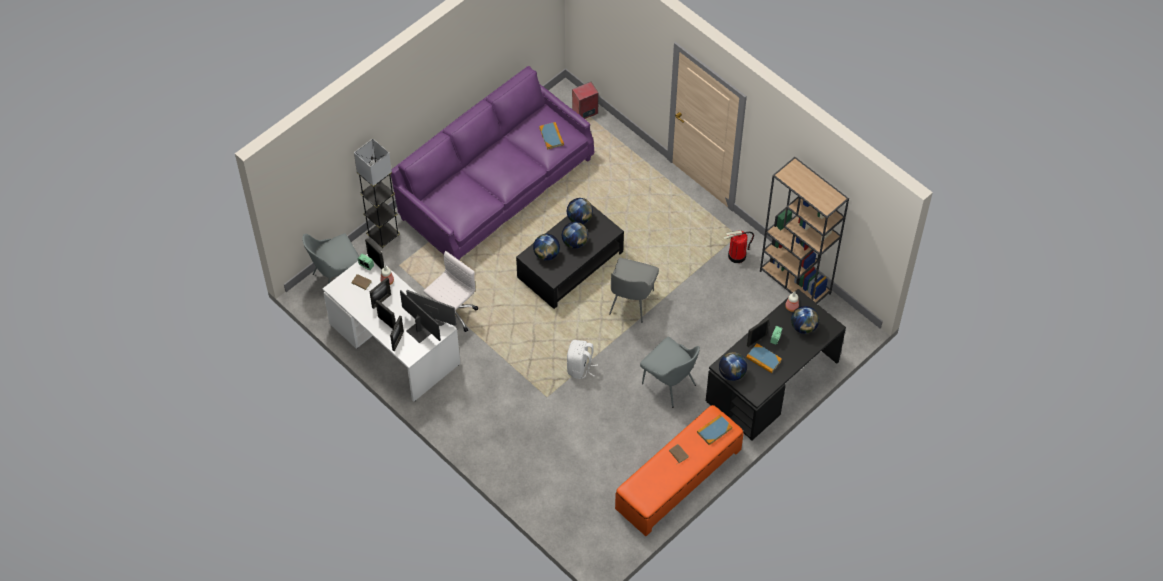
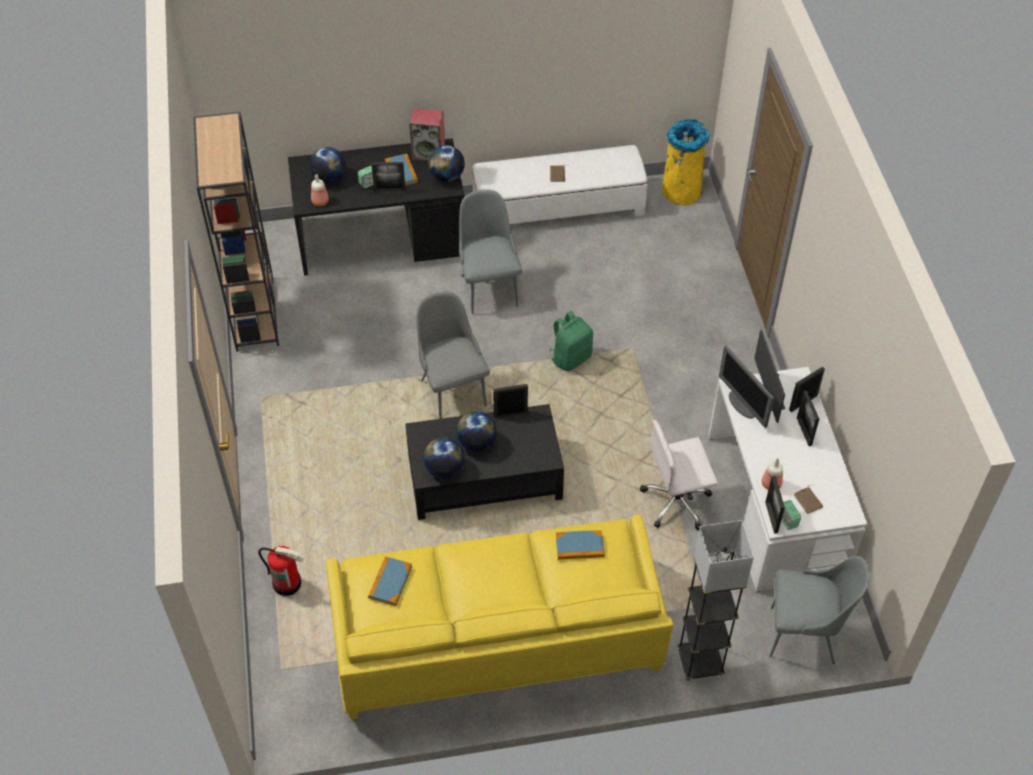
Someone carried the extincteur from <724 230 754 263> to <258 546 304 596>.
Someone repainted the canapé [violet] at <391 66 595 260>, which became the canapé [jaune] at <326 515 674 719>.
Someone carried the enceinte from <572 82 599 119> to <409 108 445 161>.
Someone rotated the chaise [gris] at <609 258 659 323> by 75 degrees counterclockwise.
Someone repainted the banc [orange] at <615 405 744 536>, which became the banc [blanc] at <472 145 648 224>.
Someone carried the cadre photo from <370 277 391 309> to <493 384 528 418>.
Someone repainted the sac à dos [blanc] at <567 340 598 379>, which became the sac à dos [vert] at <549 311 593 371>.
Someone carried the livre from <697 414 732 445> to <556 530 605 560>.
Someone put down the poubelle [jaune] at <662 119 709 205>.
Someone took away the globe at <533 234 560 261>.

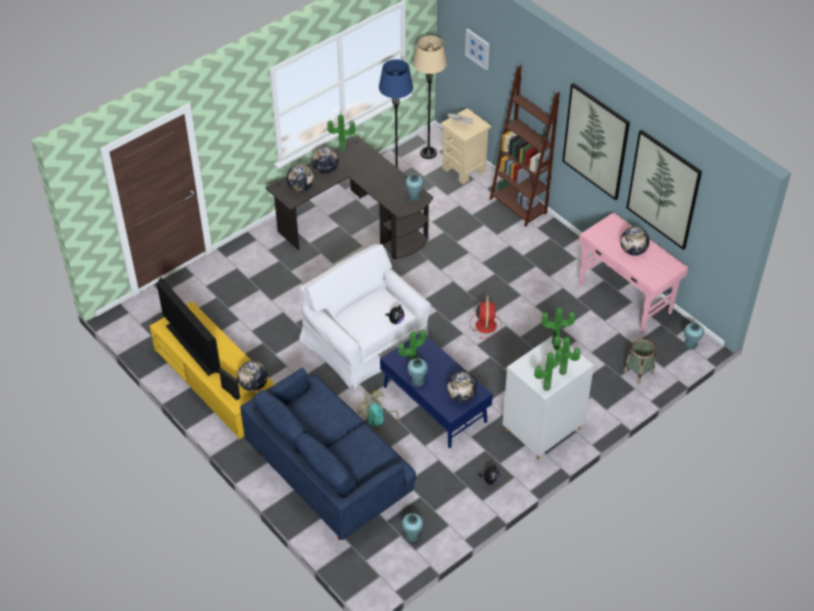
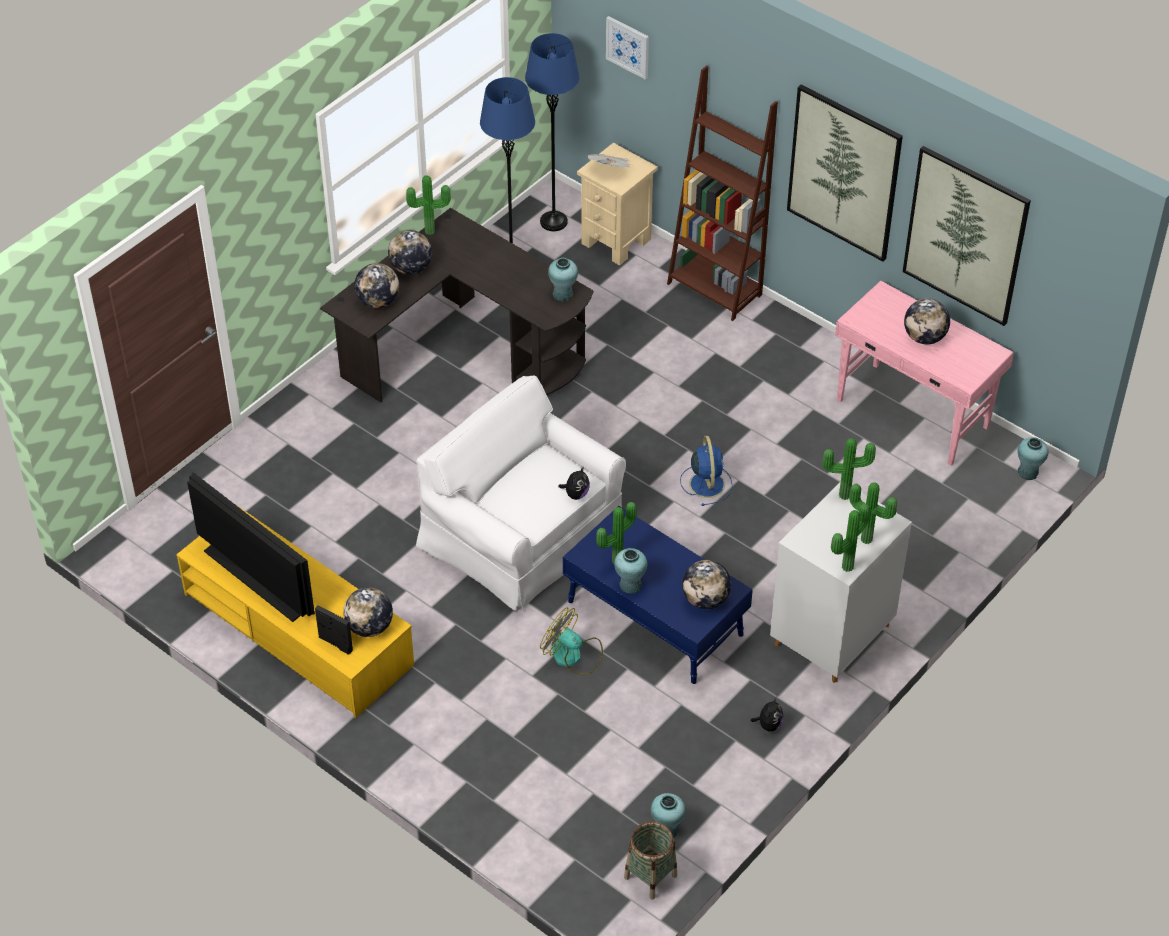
Someone repainted the lampadaire [beige] at <413 36 447 159>, which became the lampadaire [bleu] at <525 33 580 231>.
Someone carried the panier from <624 339 656 384> to <624 822 677 900>.
Someone repainted the ventilateur [rouge] at <470 295 502 339>, which became the ventilateur [bleu] at <680 436 733 506>.
Someone took away the canapé [bleu] at <240 368 416 540>.

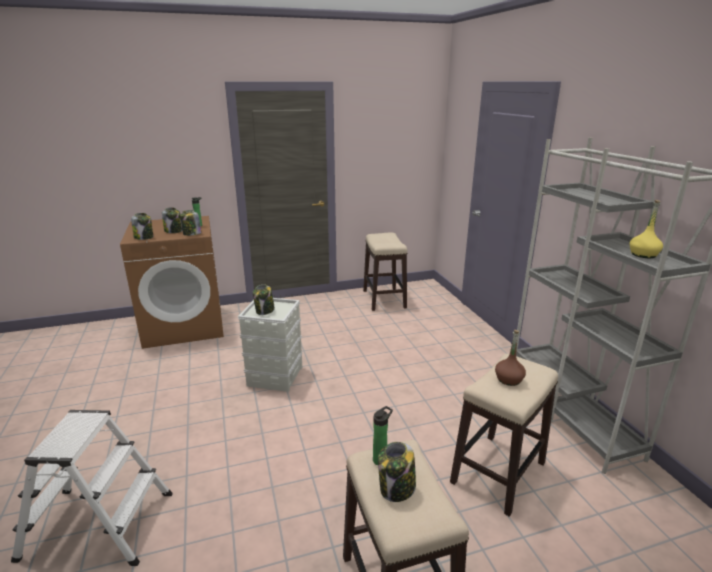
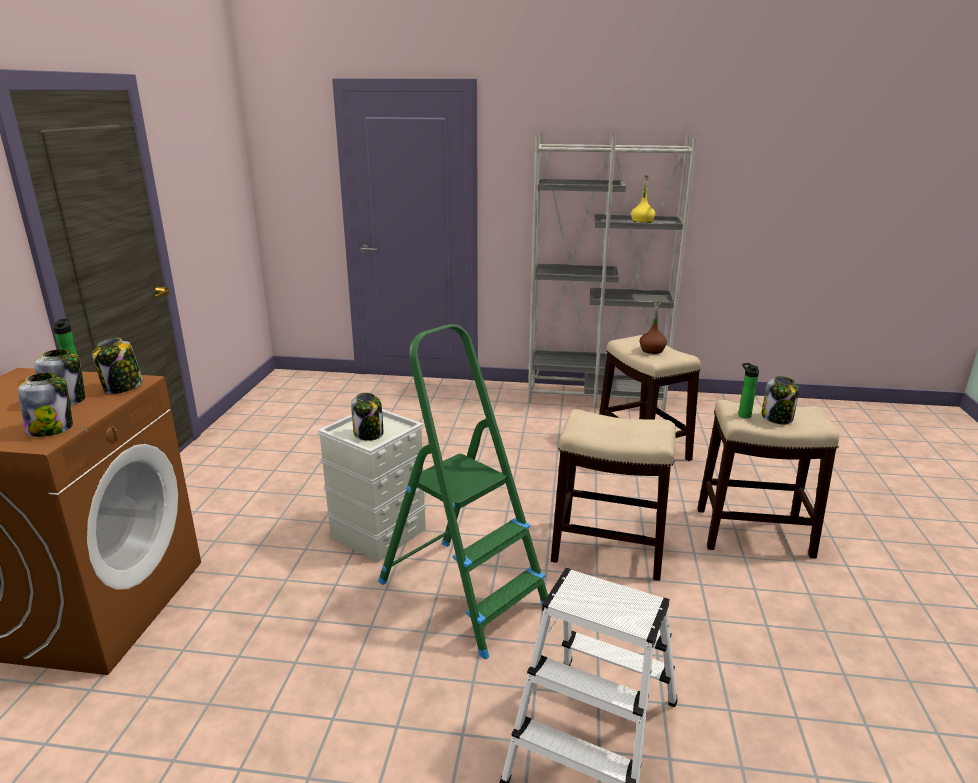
Someone put down the escabeau [vert] at <378 324 548 659>.
Someone carried the tabouret from <363 232 407 311> to <551 409 676 581>.

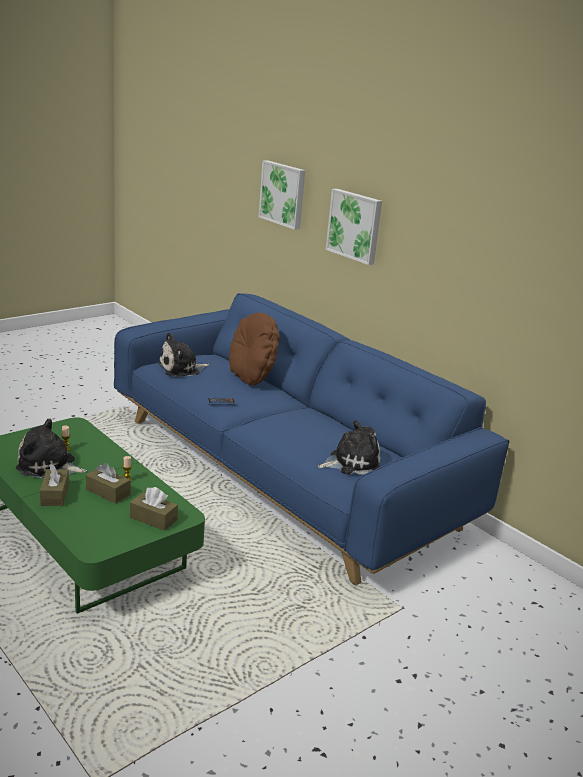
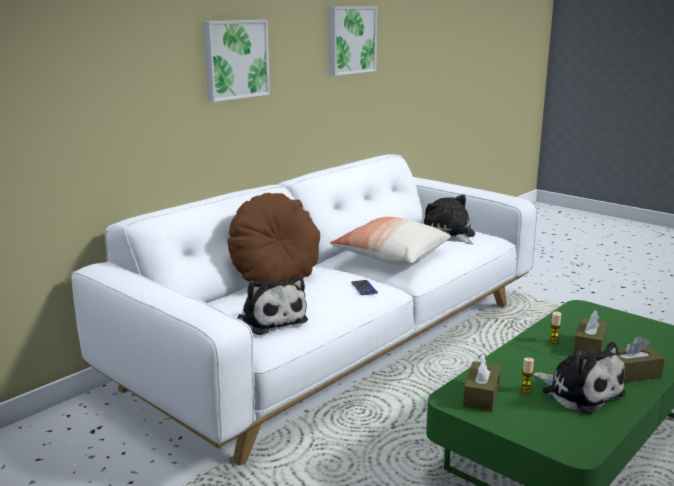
Someone repainted the canapé [bleu] at <114 293 509 585>, which became the canapé [blanc] at <71 154 537 466>.
Someone carried the tableau from <259 160 305 230> to <329 6 377 76>.
Someone put down the coussin at <330 217 451 265>.
Someone carried the boîte à mouchoirs [marron] from <130 487 178 531> to <463 354 500 412>.
Someone rotated the peluche at <16 419 87 478> by 45 degrees counterclockwise.

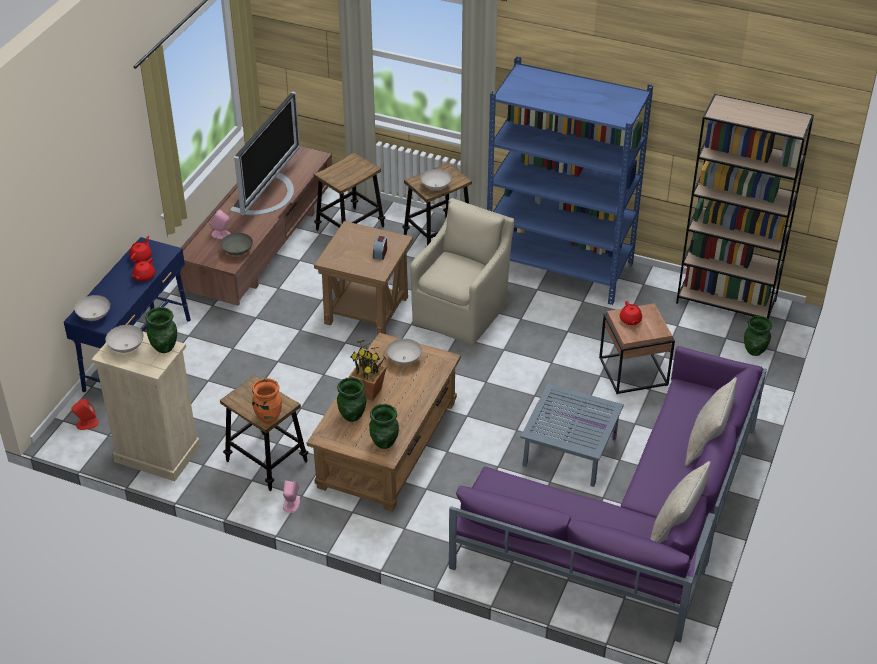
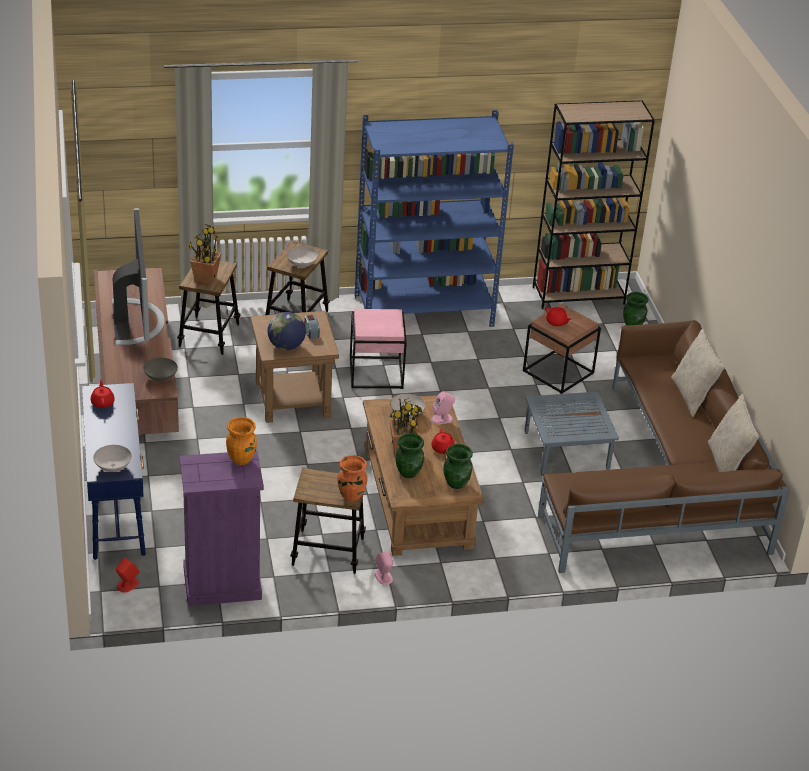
Someone repainted the commode [beige] at <91 332 201 481>, which became the commode [violet] at <179 450 264 606>.
Someone put down the plante en pot at <189 223 221 284>.
Someone repainted the vase [vert] at <145 307 177 353>, which became the vase [orange] at <226 417 257 465>.
Someone put down the globe at <268 312 306 350>.
Someone swapped the fauteuil [beige] at <410 198 514 345> for the table d'appoint [rose] at <350 309 407 389>.
Someone carried the enceinte [rose] from <210 209 231 239> to <431 392 455 424>.
Someone carried the théière [rouge] from <131 258 155 281> to <432 429 455 454>.
Someone repainted the canapé [violet] at <449 346 767 643>, which became the canapé [marron] at <525 320 790 573>.
Someone took away the bol [blanc] at <105 325 144 353>.

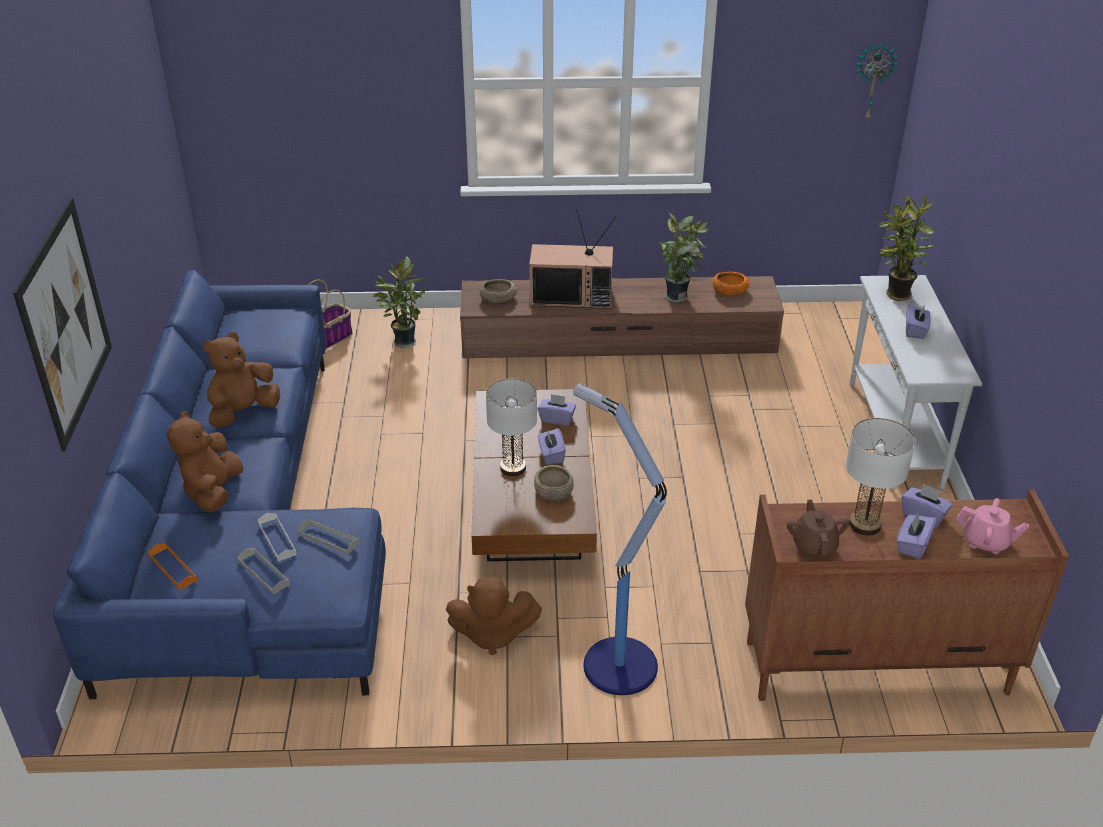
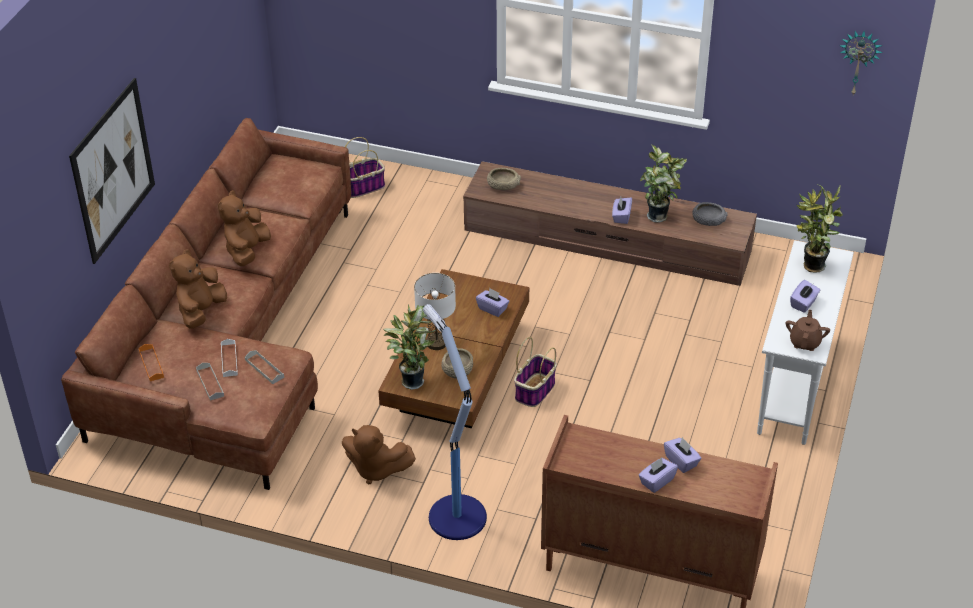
Someone repainted the canapé [bleu] at <53 270 386 699>, which became the canapé [marron] at <61 118 351 490>.
Someone rotated the peluche [marron] at <203 332 280 428> by 45 degrees counterclockwise.
Someone carried the plante en pot from <373 256 426 348> to <383 304 436 390>.
Someone put down the panier at <514 337 557 407>.
Someone carried the boîte à mouchoirs [violet] from <538 428 566 465> to <612 197 632 224>.
Someone repainted the bol [orange] at <712 272 750 295>, which became the bol [gris] at <693 202 728 226>.
Someone carried the théière [marron] from <787 499 850 558> to <786 310 830 351>.
Someone took away the téléviseur at <529 209 617 309>.
Someone took away the lampe de table at <846 418 915 536>.
Someone took away the théière [rose] at <956 498 1029 554>.

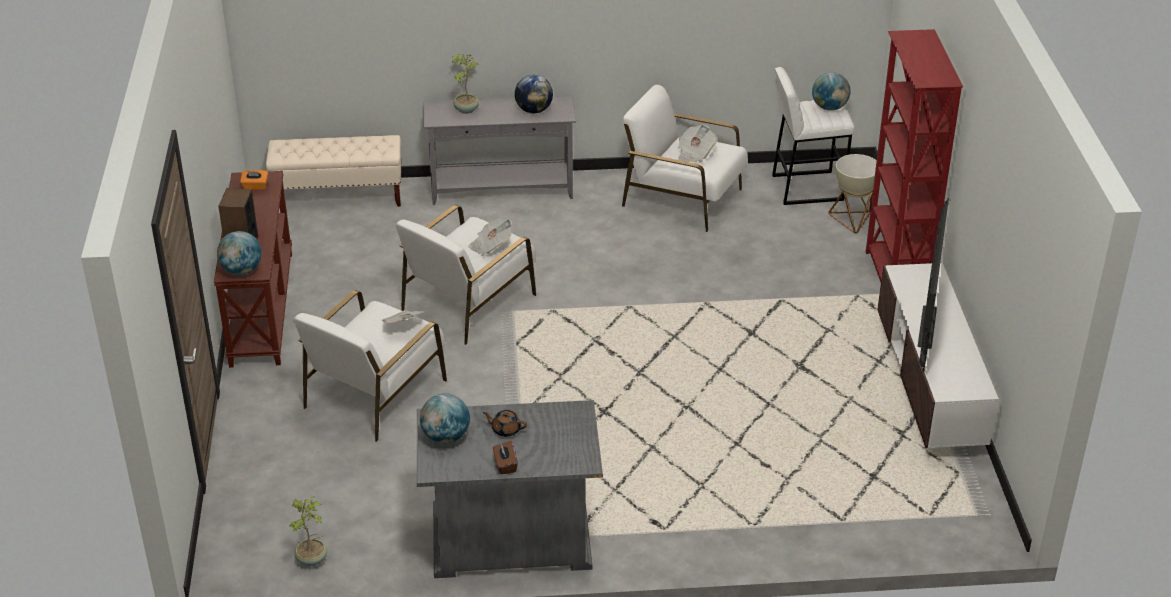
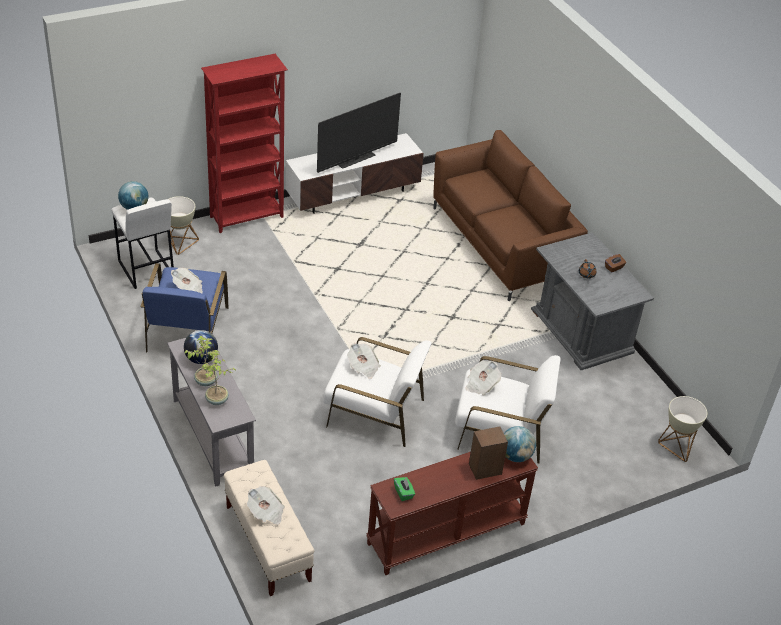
Someone repainted the fauteuil [blanc] at <622 85 748 232>, which became the fauteuil [bleu] at <140 263 228 353>.
Someone carried the plante en pot from <289 496 327 566> to <184 336 219 386>.
Someone put down the journal at <247 486 285 525>.
Someone rotated the téléviseur at <918 198 949 372> by 150 degrees clockwise.
Someone repainted the boîte à mouchoirs [orange] at <240 170 268 190>, which became the boîte à mouchoirs [vert] at <394 477 415 501>.
Someone put down the canapé [marron] at <433 130 588 301>.
Someone put down the cache-pot at <658 396 707 462>.
Someone took away the globe at <420 394 470 444>.

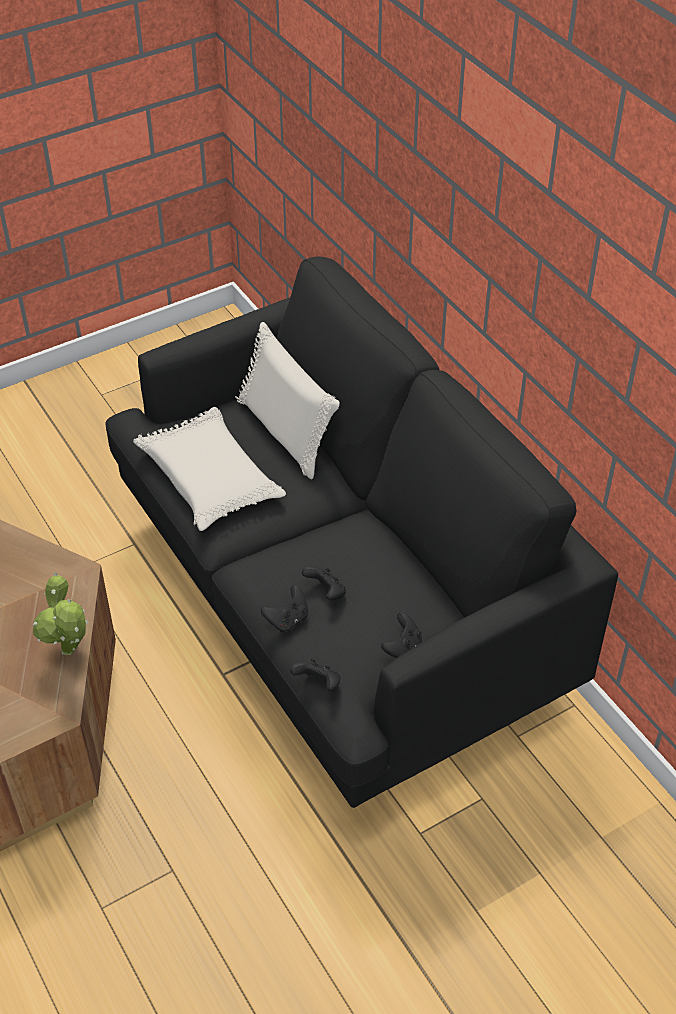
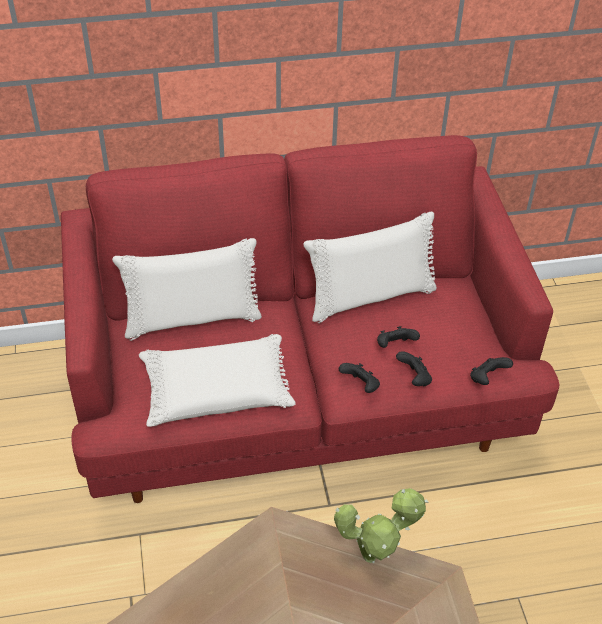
Someone repainted the canapé [noir] at <105 257 618 808>, which became the canapé [rouge] at <61 135 559 503>.
Someone put down the coussin [blanc] at <303 212 437 324>.
Someone carried the manette [noir] from <381 613 422 658> to <339 363 380 393>.

